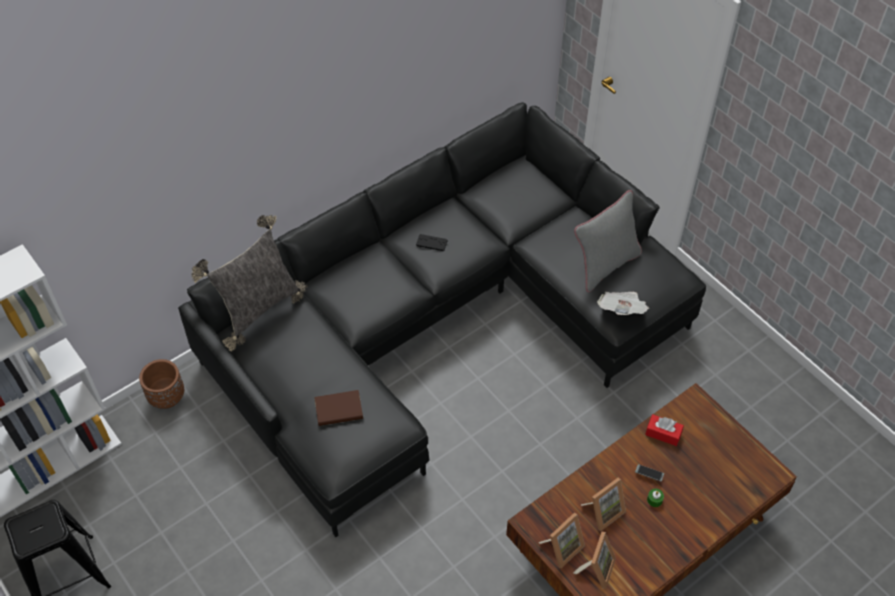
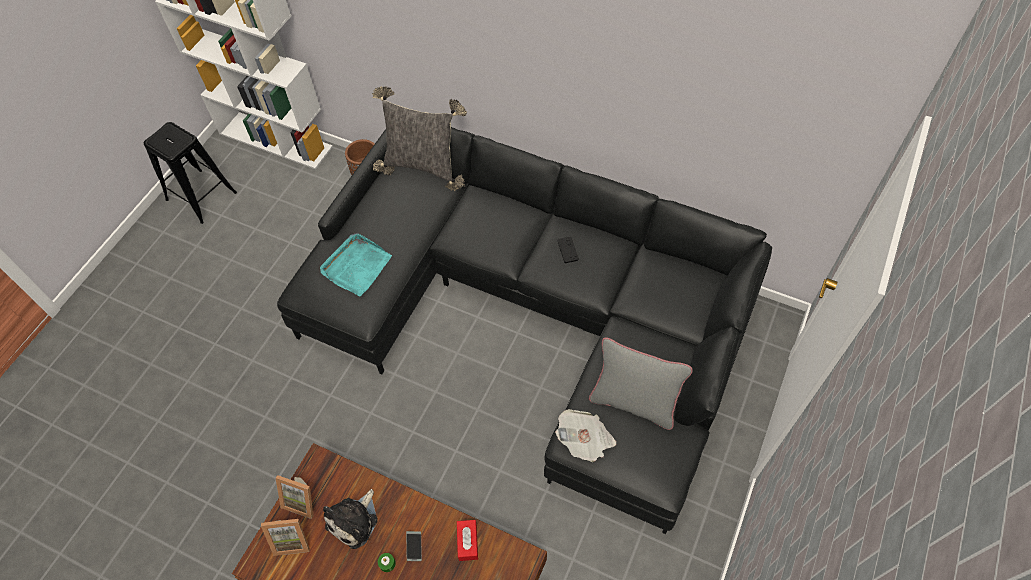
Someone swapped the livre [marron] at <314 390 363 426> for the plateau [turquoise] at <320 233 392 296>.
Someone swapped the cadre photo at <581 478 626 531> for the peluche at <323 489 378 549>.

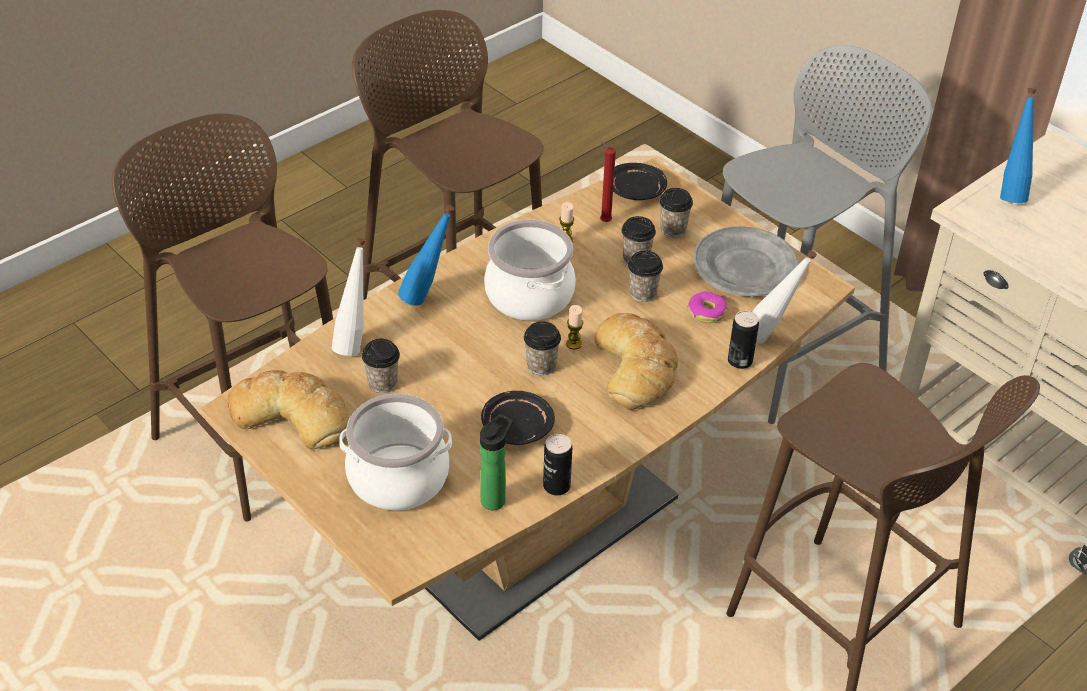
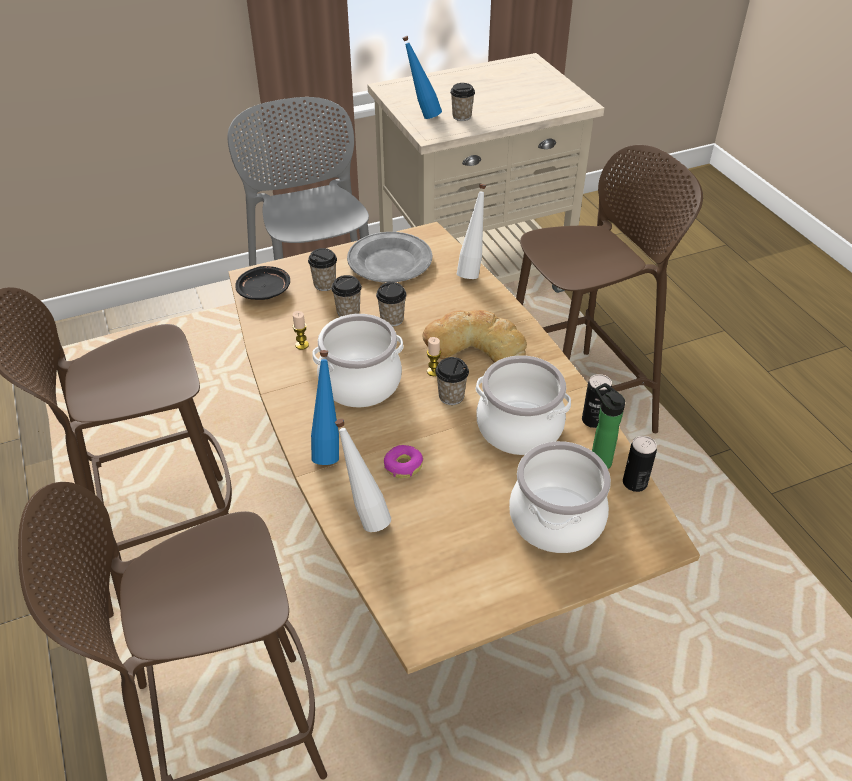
Someone carried the beignet from <688 291 727 323> to <384 445 423 478>.
Someone carried the tasse from <362 339 400 393> to <450 83 475 121>.
Someone swapped the assiette [noir] at <481 391 555 445> for the marmite at <476 355 571 455>.
Someone carried the boîte métallique from <728 311 759 369> to <623 436 657 492>.
Someone took away the pain at <227 370 349 449>.
Someone took away the bougie [rouge] at <600 142 616 222>.

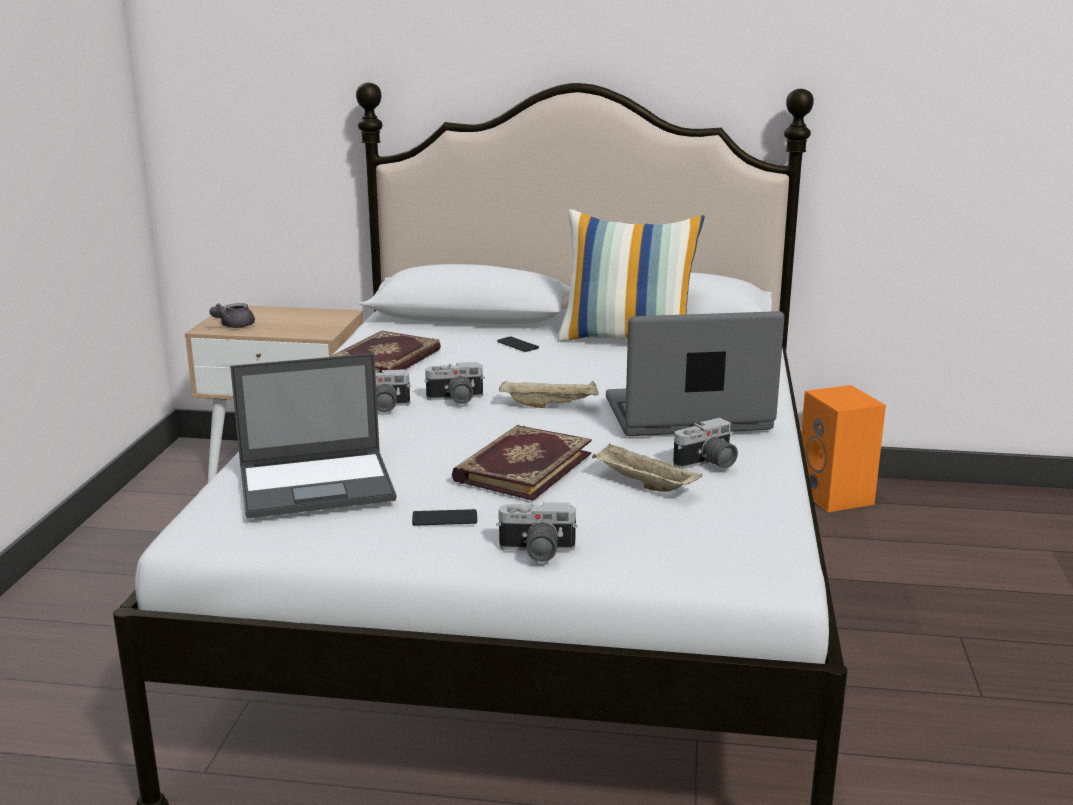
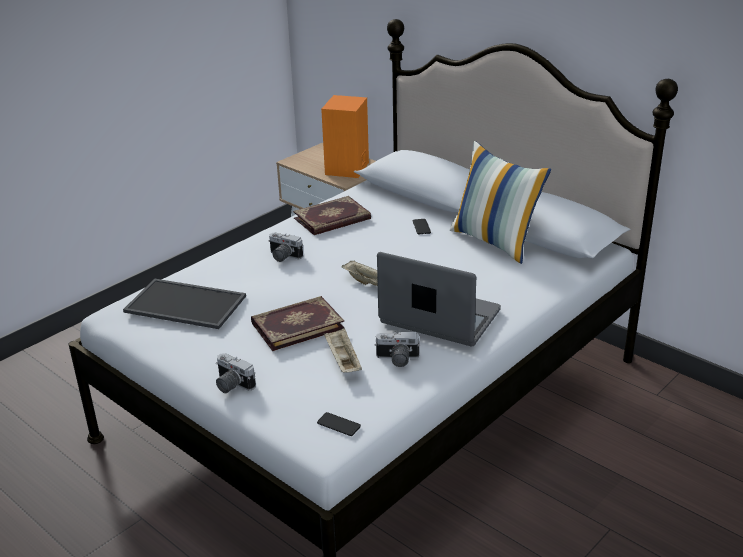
Someone swapped the ordinateur portable at <230 353 397 519> for the plateau at <123 278 246 329>.
Someone carried the téléphone from <412 509 477 526> to <317 412 361 436>.
Someone carried the enceinte [orange] from <801 385 886 512> to <321 95 369 178>.
Someone took away the théière [gris] at <209 303 255 328>.
Someone took away the appareil photo at <425 362 485 404>.

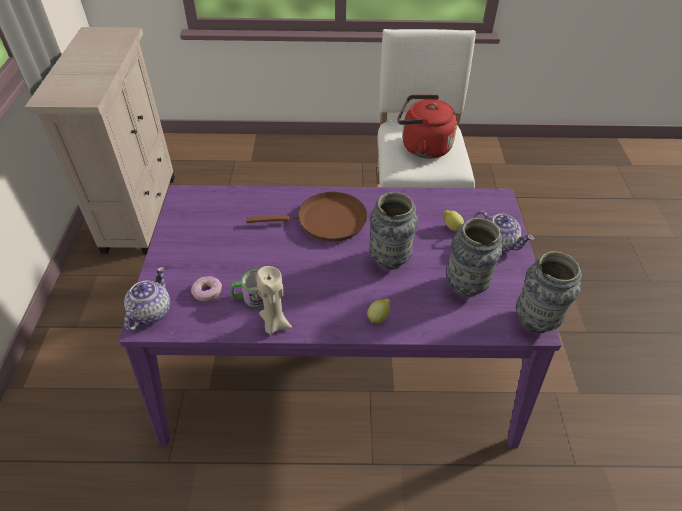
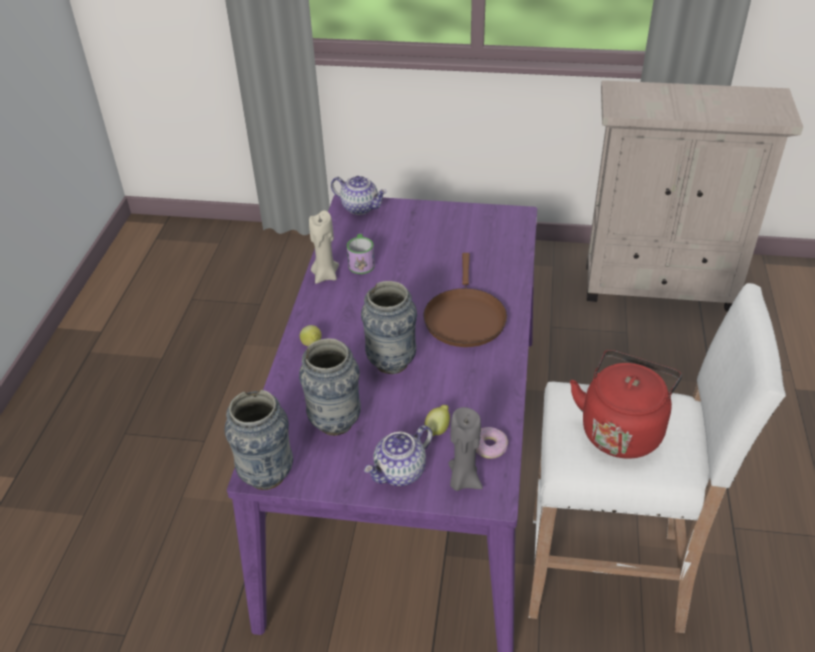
Someone put down the bougie [gris] at <448 407 483 491>.
Someone carried the beignet from <191 276 222 301> to <476 427 508 459>.

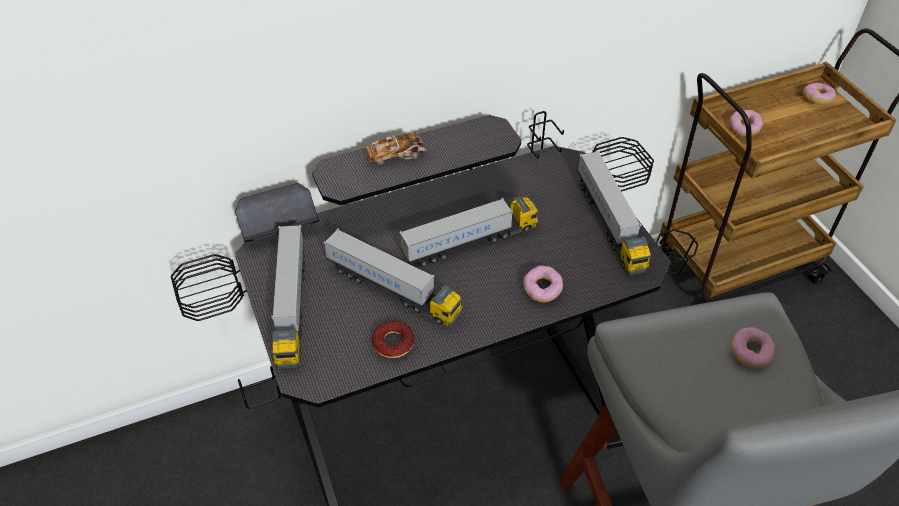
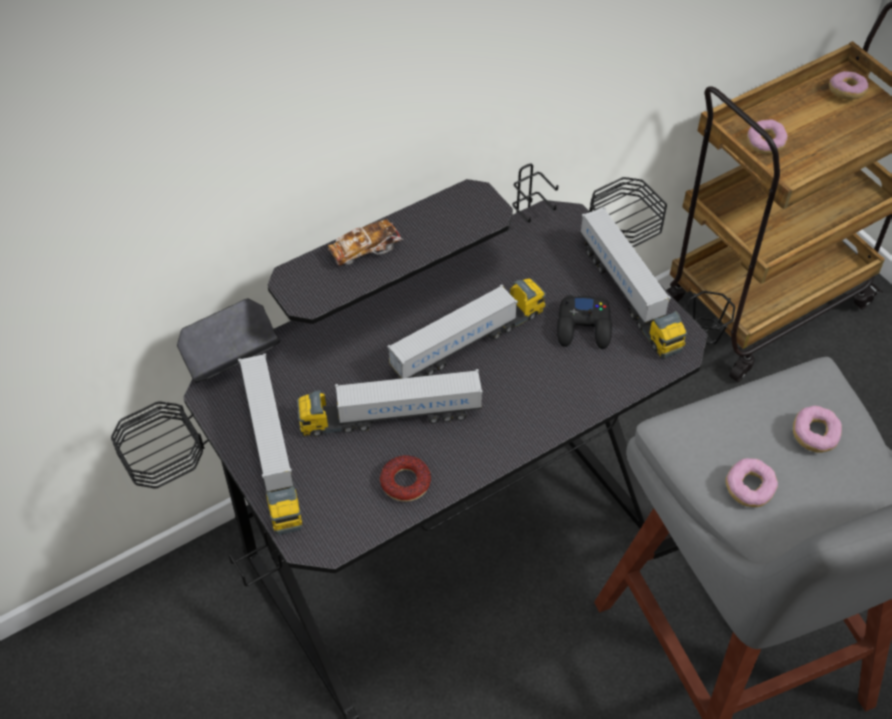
Someone rotated the camion jouet at <323 228 462 327> by 150 degrees clockwise.
Someone put down the manette [noir] at <557 295 612 349>.
Someone carried the beignet from <523 265 563 303> to <726 458 778 507>.

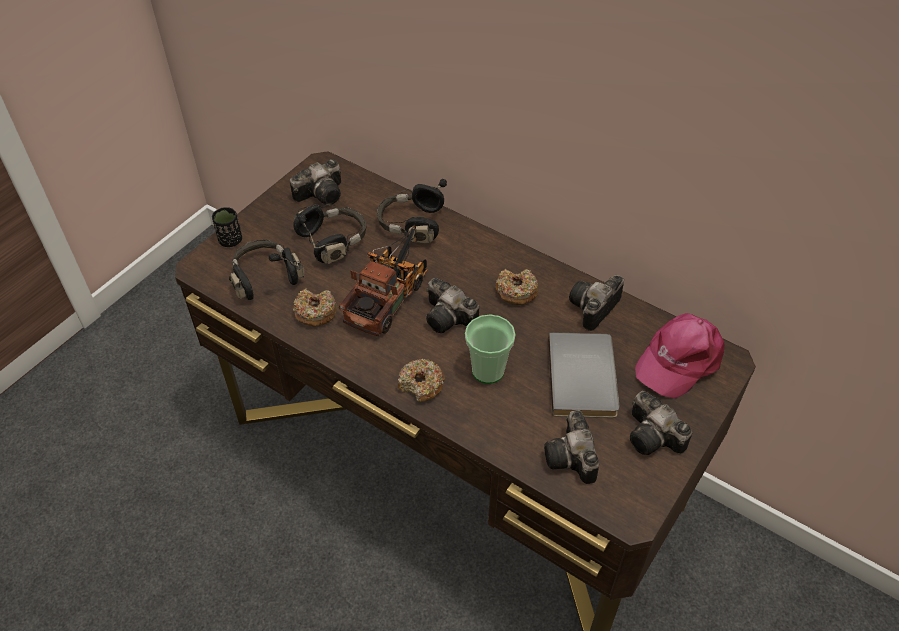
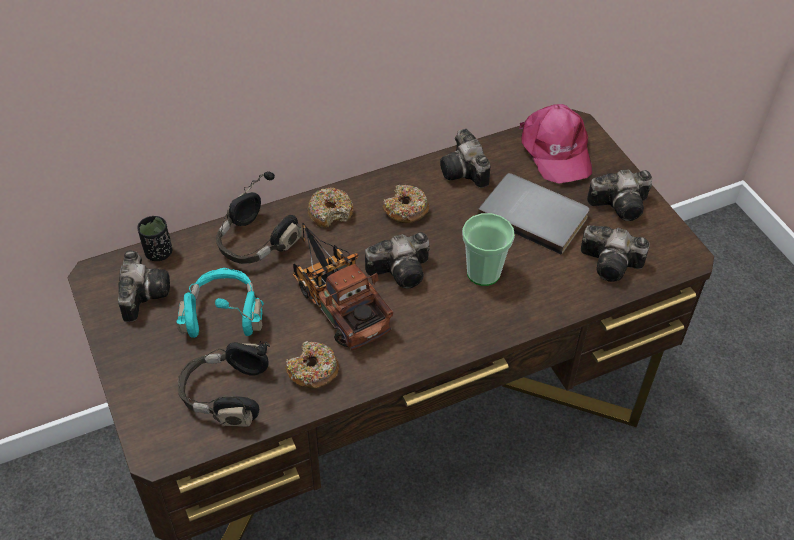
Someone carried the tasse [noir] from <212 207 242 247> to <137 216 172 261>.
Someone repainted the casque audio [noir] at <293 204 367 264>, which became the casque audio [turquoise] at <176 268 264 338>.
Someone carried the beignet from <398 359 445 402> to <307 187 354 228>.

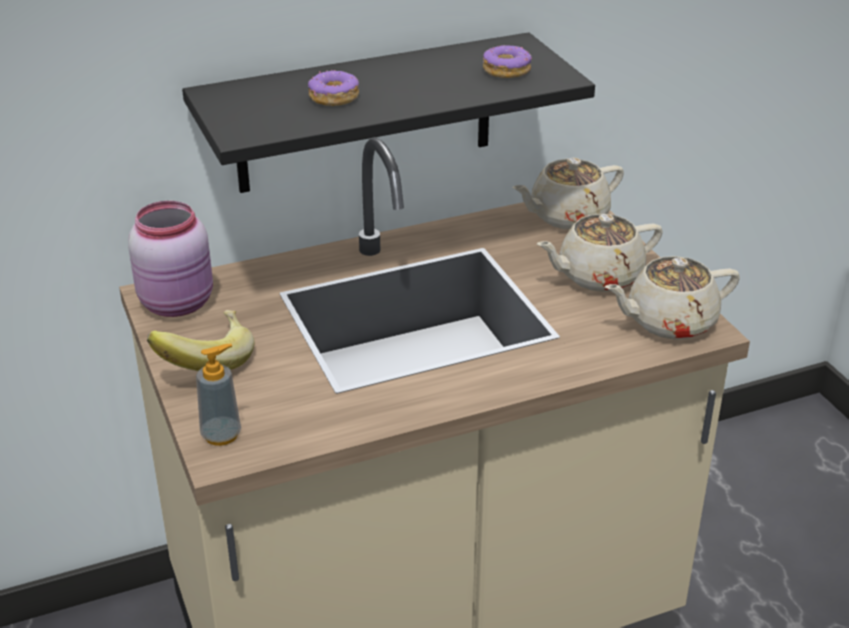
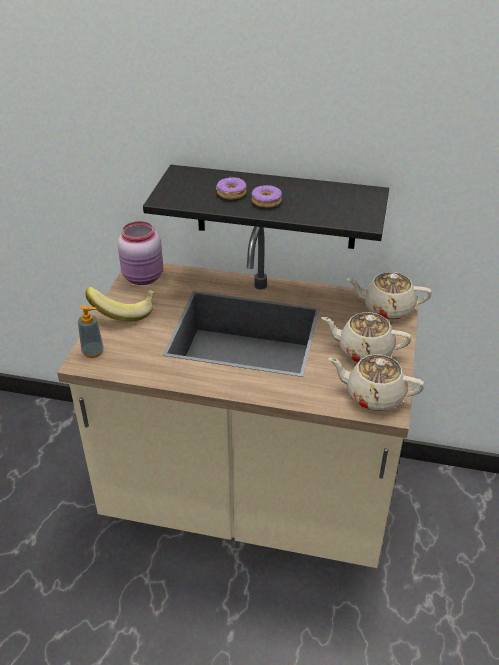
Someone carried the beignet from <483 45 532 78> to <252 185 282 208>.

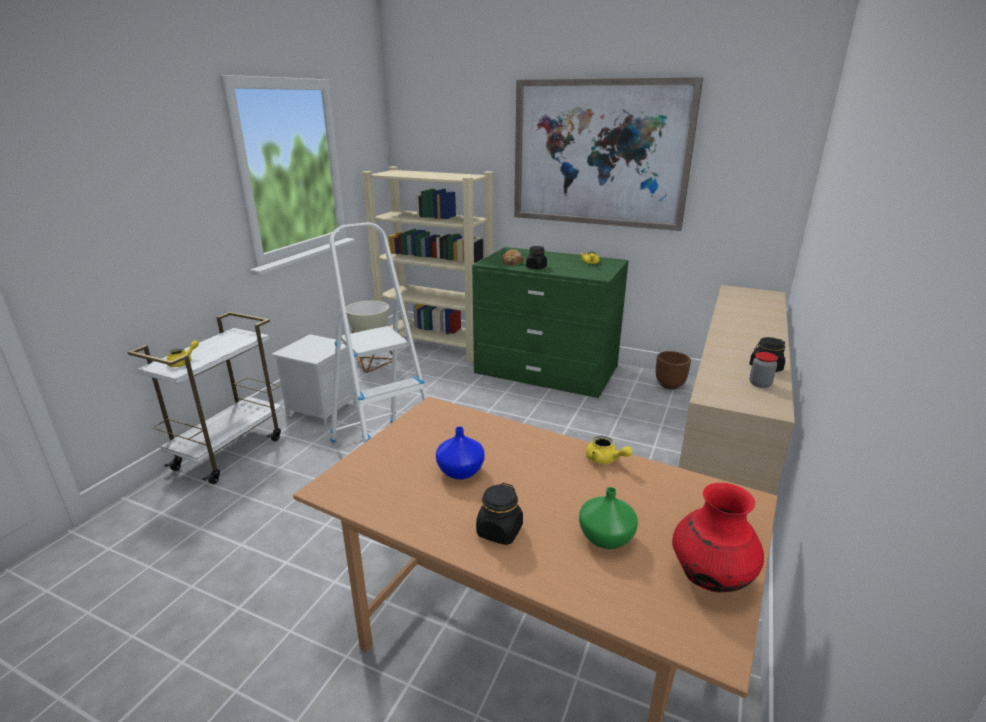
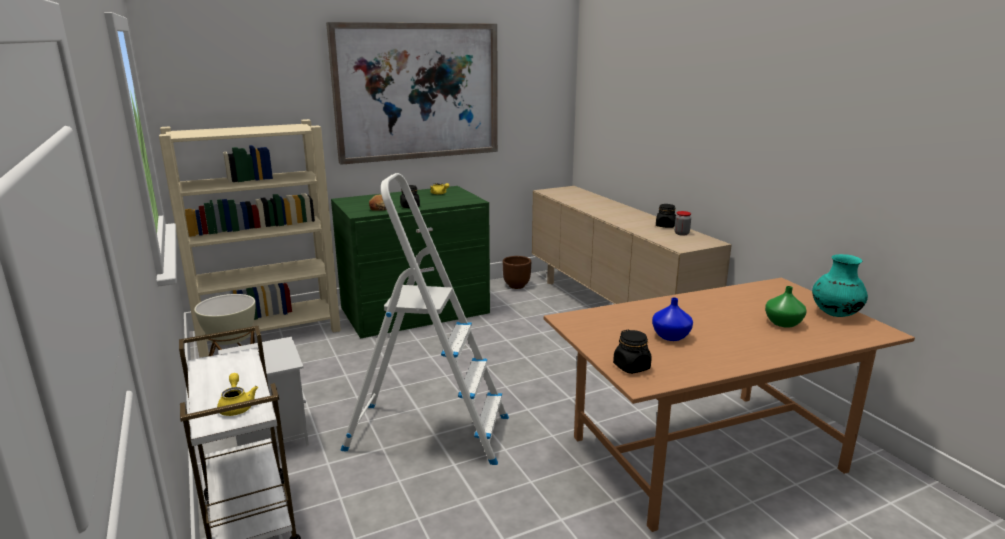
Someone carried the bocal [noir] from <476 483 523 545> to <613 329 652 374>.
Someone repainted the vase [rouge] at <672 483 764 592>, which became the vase [turquoise] at <812 254 868 317>.
Someone took away the théière [jaune] at <586 436 632 464>.

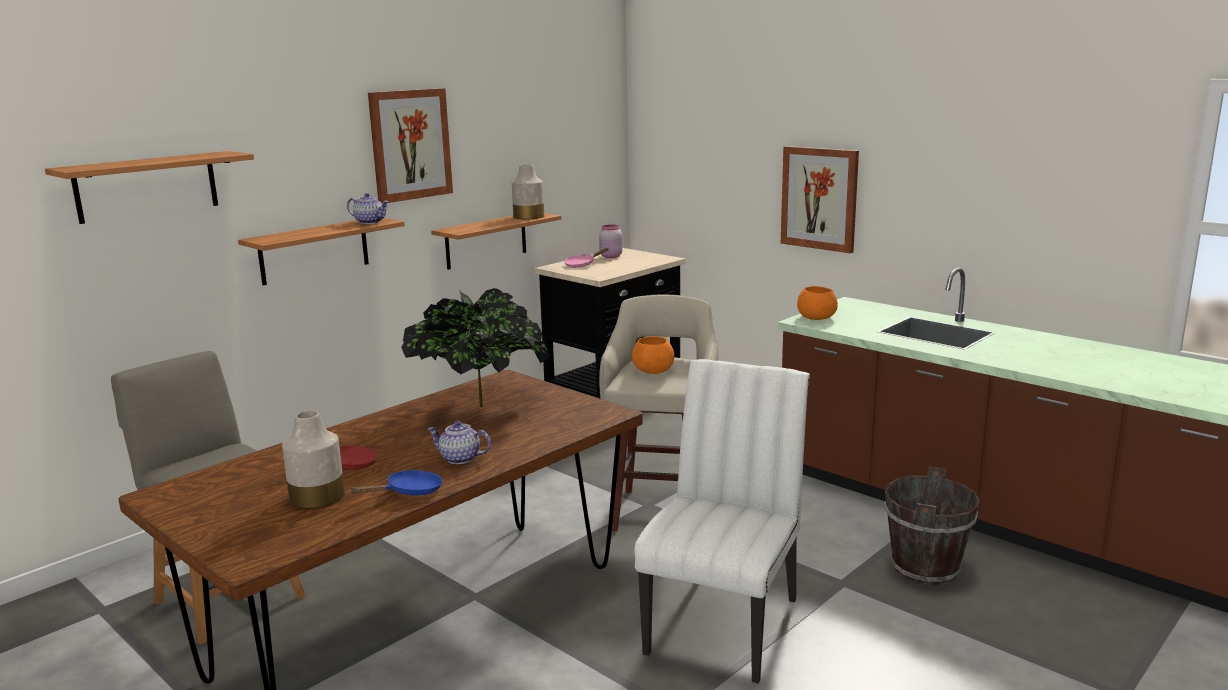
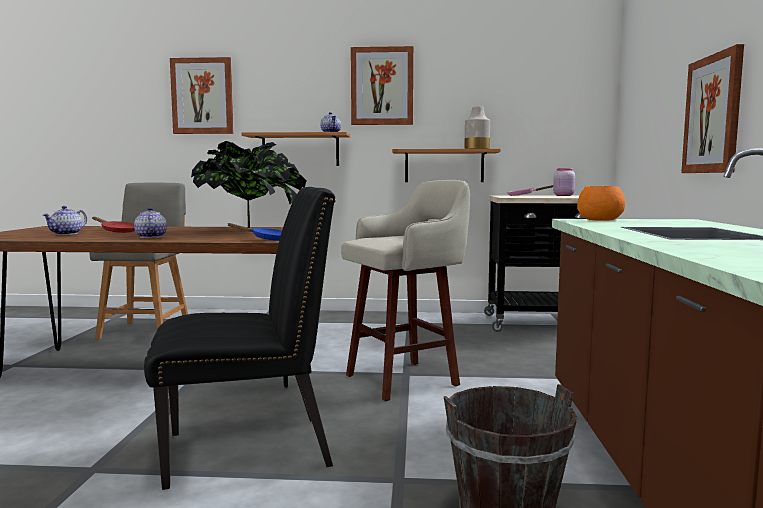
Someone swapped the vase [beige] at <282 410 345 509> for the théière at <43 206 87 235>.
Someone repainted the chaise [blanc] at <634 359 810 684>, which became the chaise [noir] at <144 187 336 490>.
Someone swapped the étagère at <45 151 254 224> for the tableau at <170 57 234 134>.
Someone carried the poêle [bleu] from <349 470 443 495> to <228 223 282 241>.
Someone took away the bol [orange] at <632 336 674 374>.

